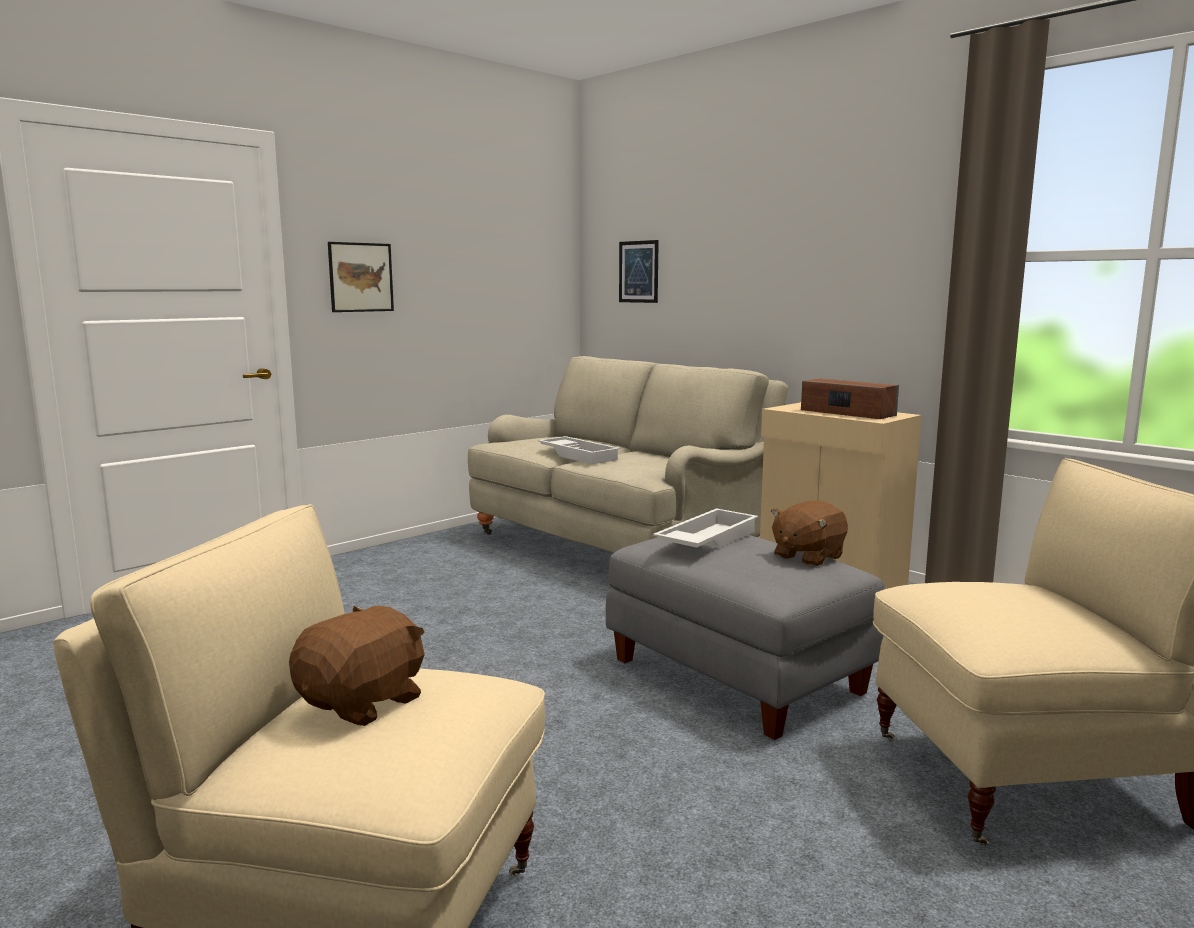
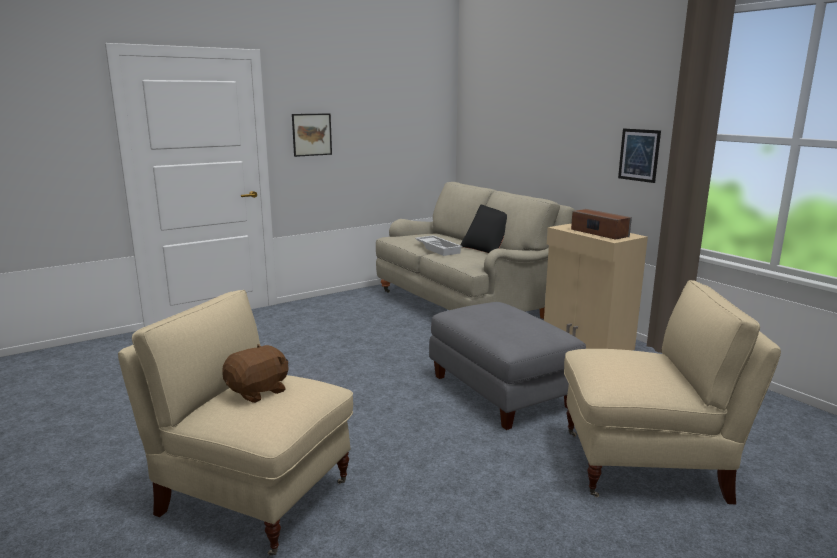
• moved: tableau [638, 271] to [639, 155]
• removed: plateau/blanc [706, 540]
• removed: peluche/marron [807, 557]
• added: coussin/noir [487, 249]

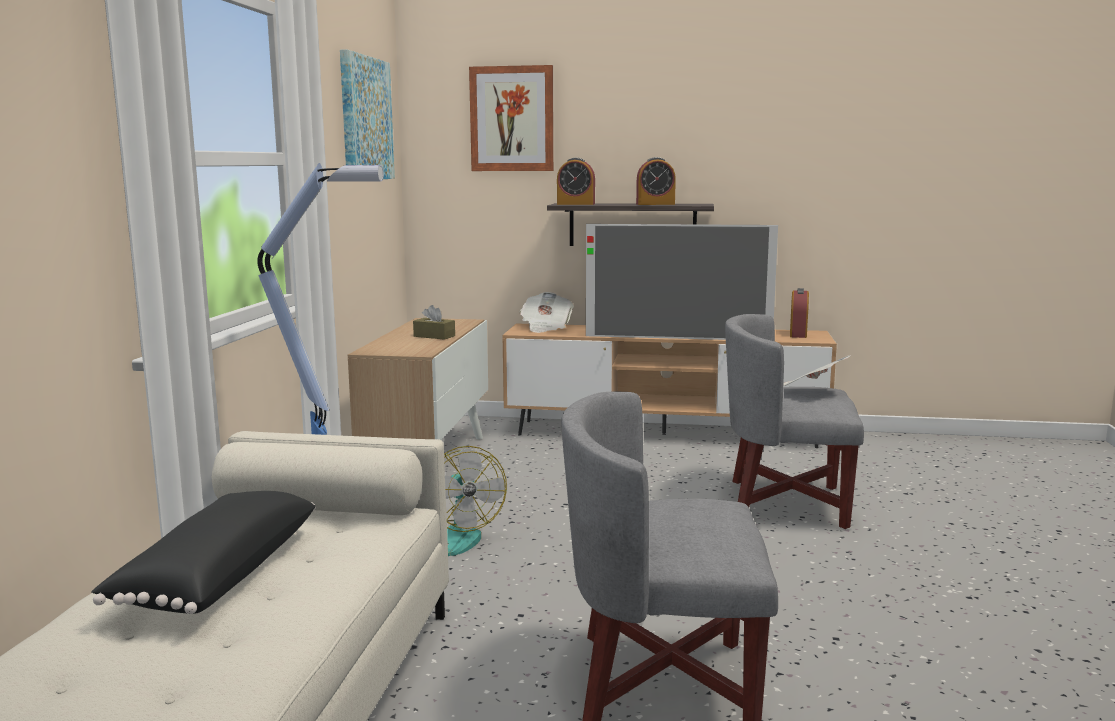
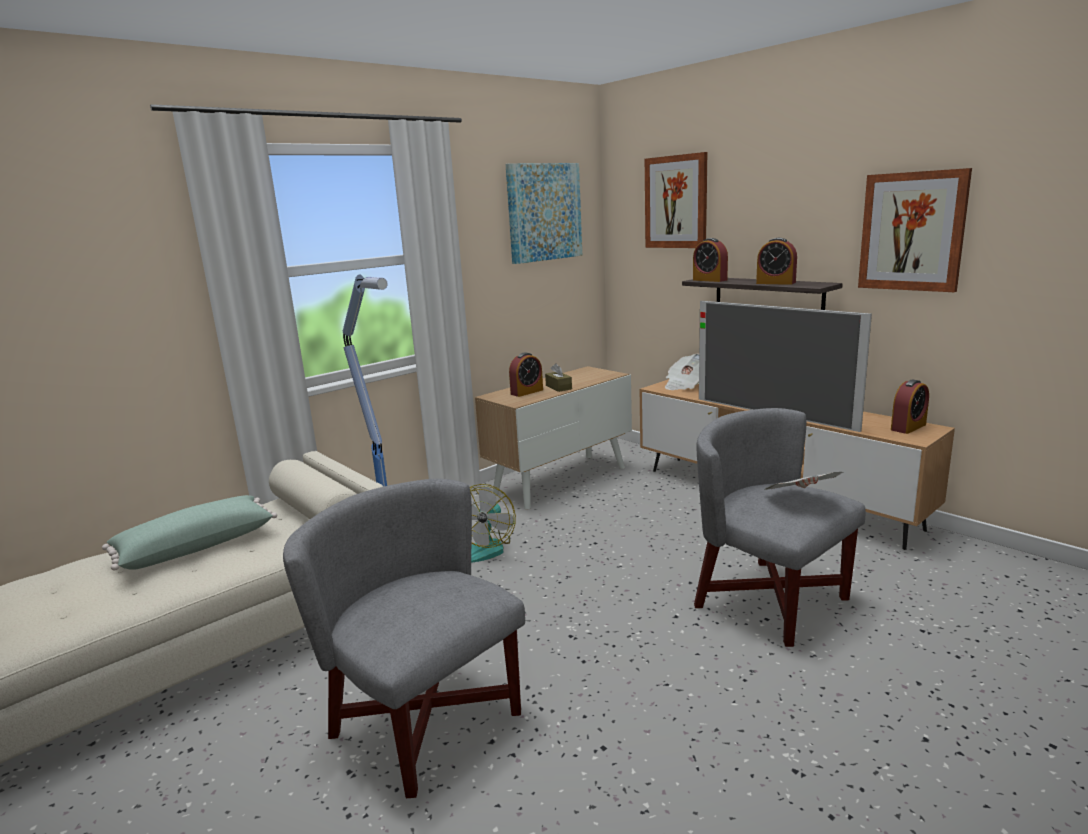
• recoloured: coussin/noir [216, 576] to coussin/vert [196, 546]
• added: réveil [527, 392]
• added: tableau [912, 231]

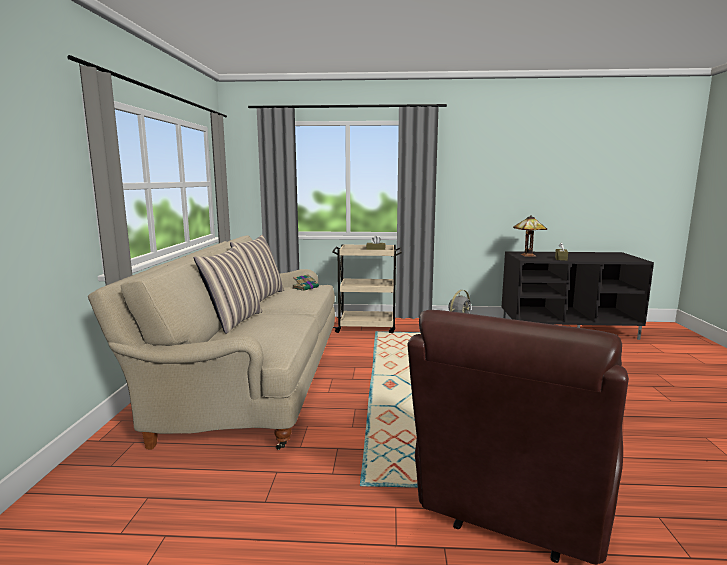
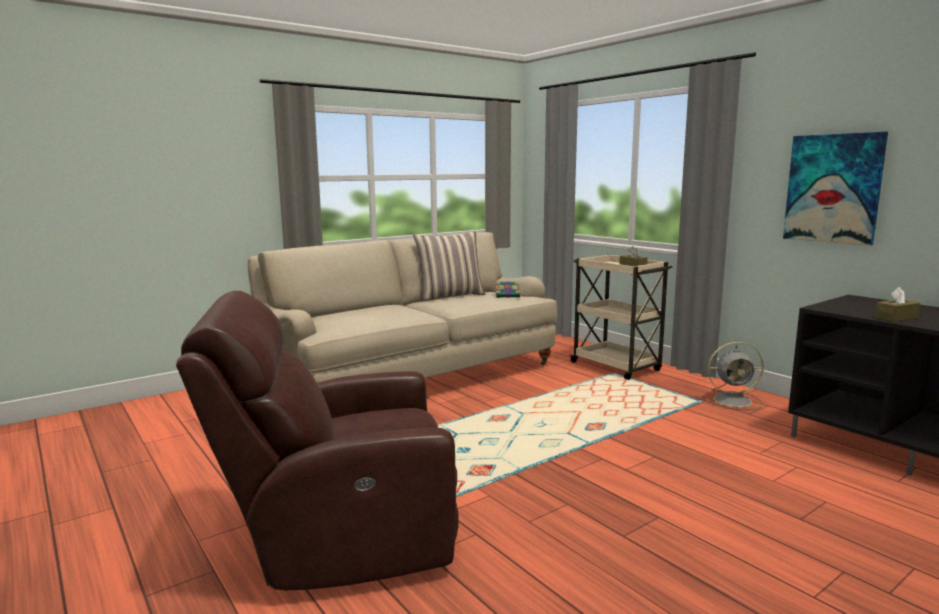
• removed: coussin [233, 321]
• removed: lampe de table [527, 255]
• added: tableau [833, 188]

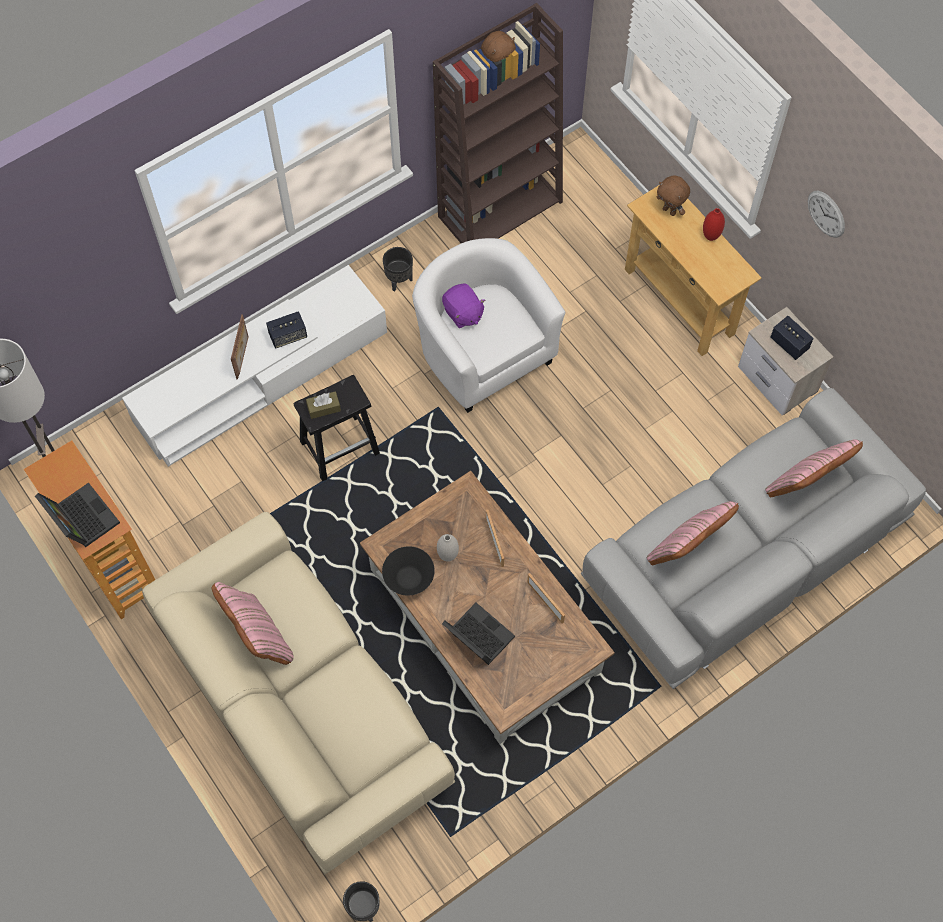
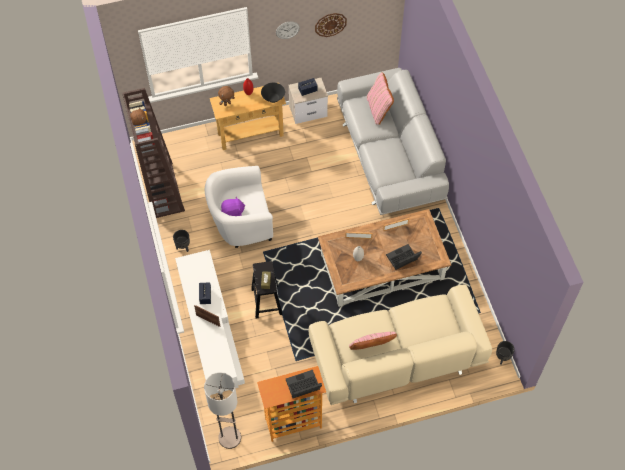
• moved: bol/noir [409, 578] to [273, 98]
• removed: coussin/rose [686, 548]
• added: horloge murale [330, 24]

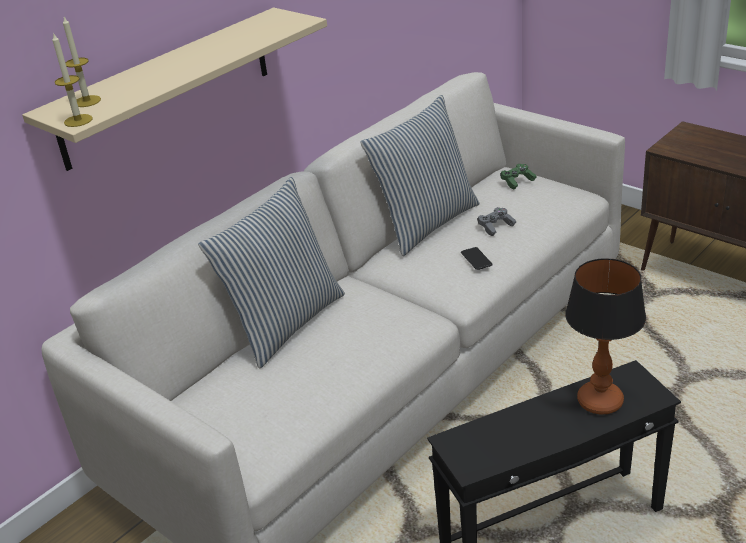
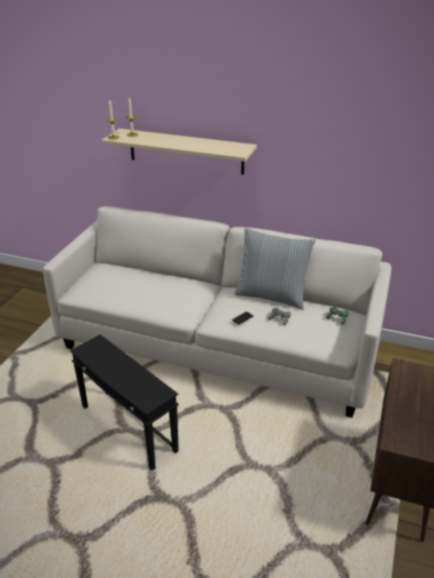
• removed: coussin [285, 323]
• removed: lampe de table [601, 401]

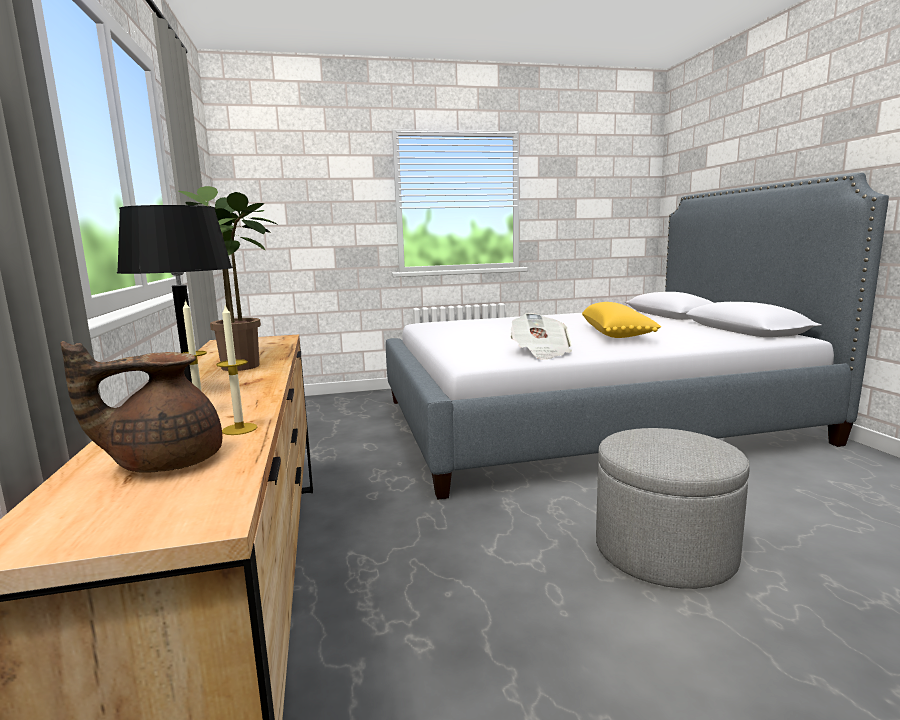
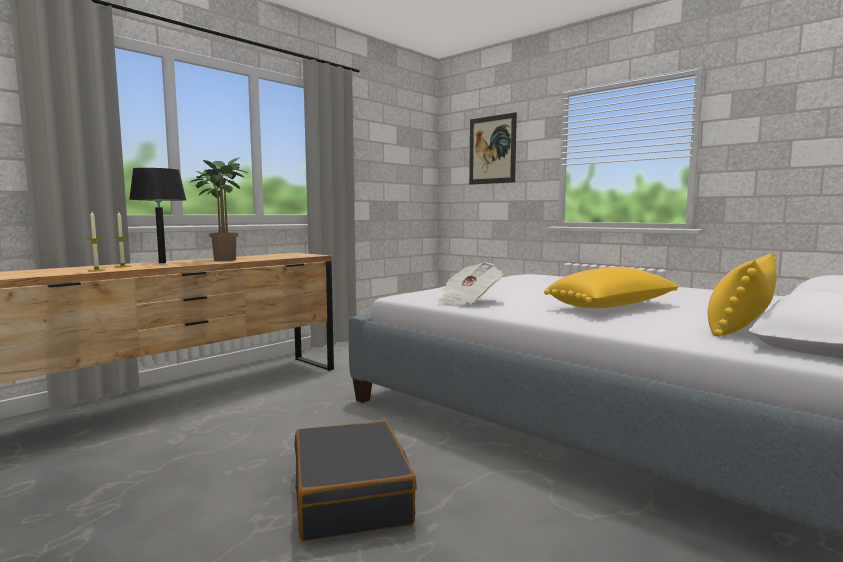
• removed: théière/marron [165, 463]
• replaced: pouf/gris [664, 551] to valise/noir [351, 496]
• added: tableau [492, 150]
• added: coussin/jaune [740, 324]

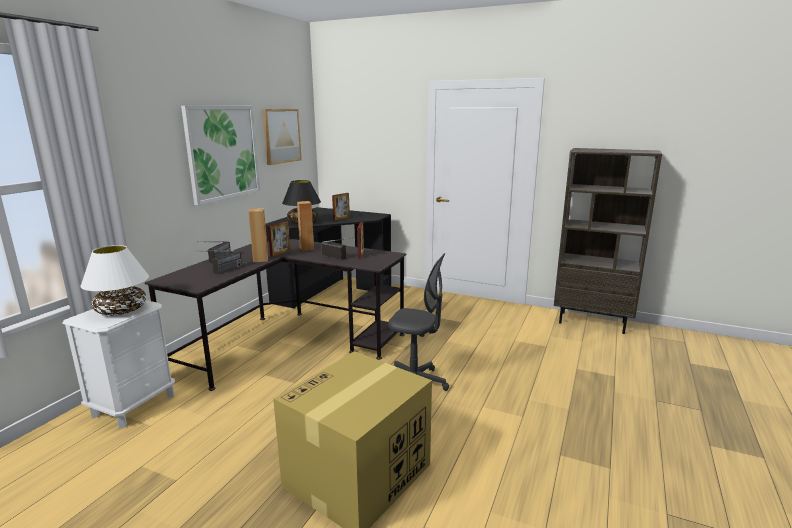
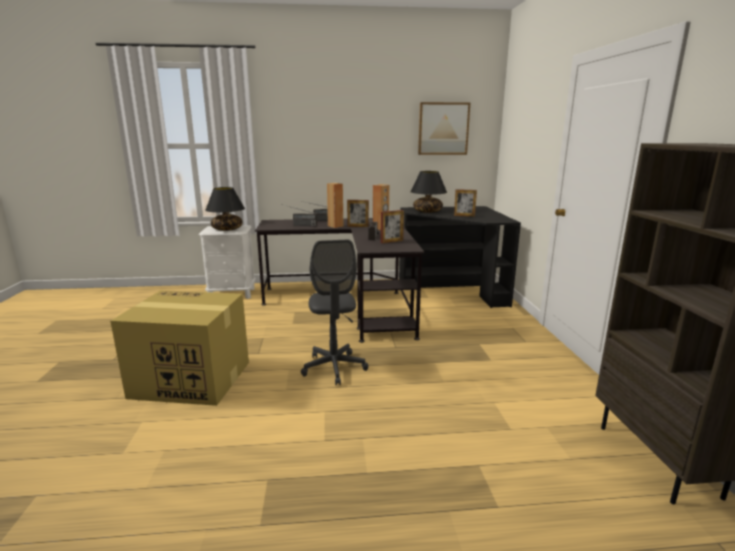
• recoloured: lampe de table/blanc [121, 310] to lampe de table/noir [227, 229]
• removed: tableau [223, 152]

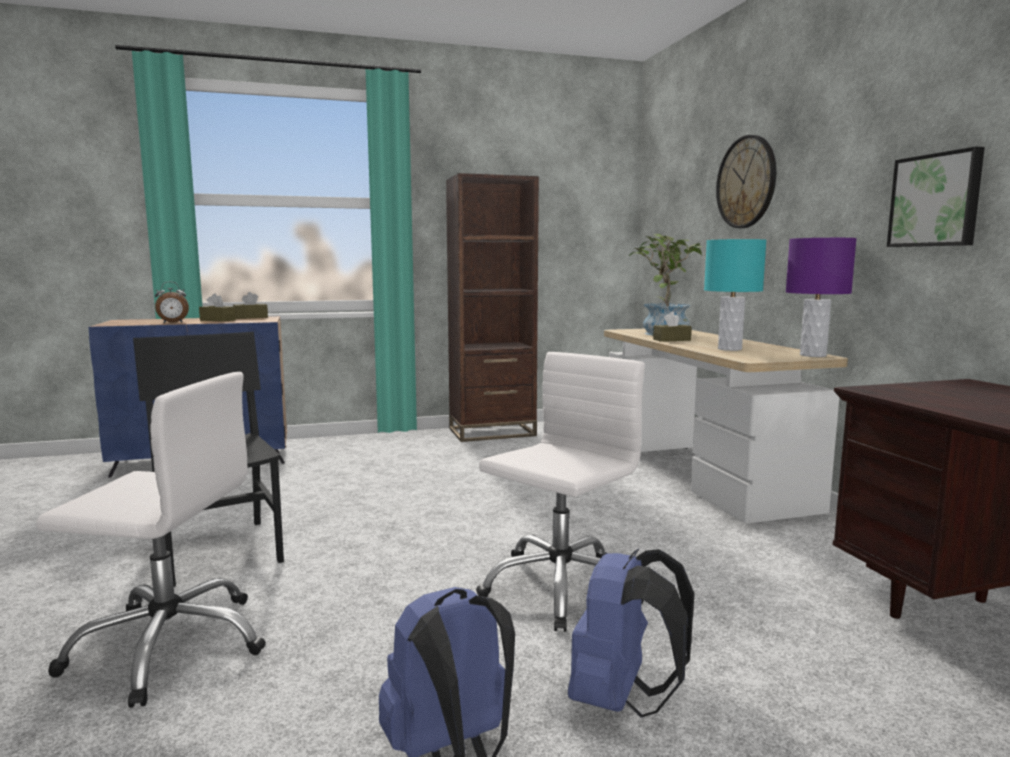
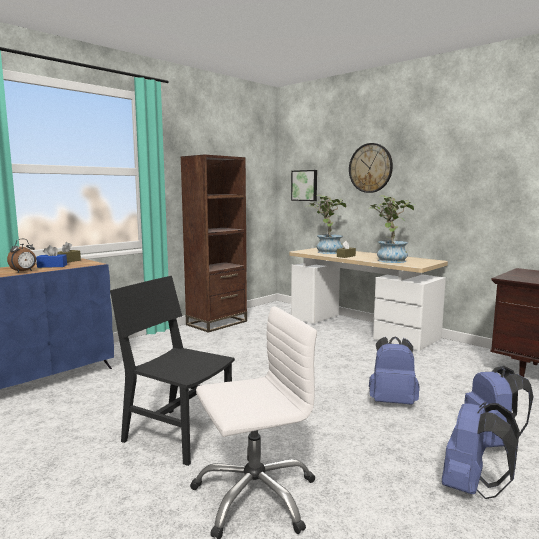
• recoloured: boîte à mouchoirs/marron [218, 320] to boîte à mouchoirs/bleu [52, 266]
• replaced: chaise de bureau/blanc [559, 587] to sac à dos/bleu [392, 401]
• replaced: lampe de table/turquoise [730, 349] to plante en pot [389, 260]
• removed: lampe de table/violet [813, 355]
• moved: tableau [936, 200] to [305, 185]

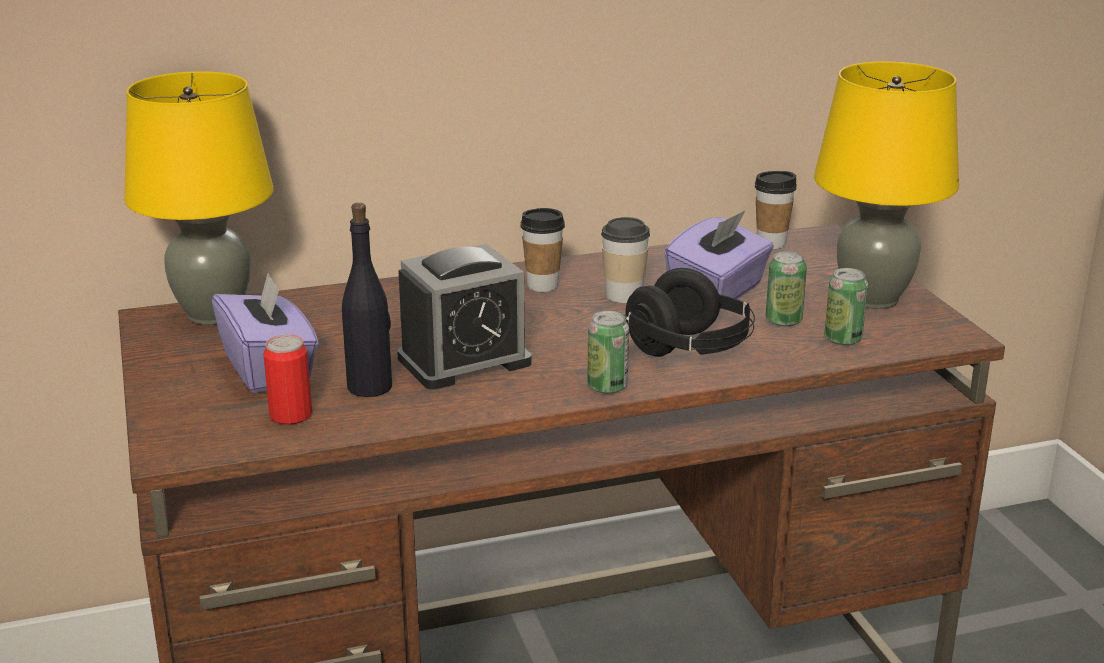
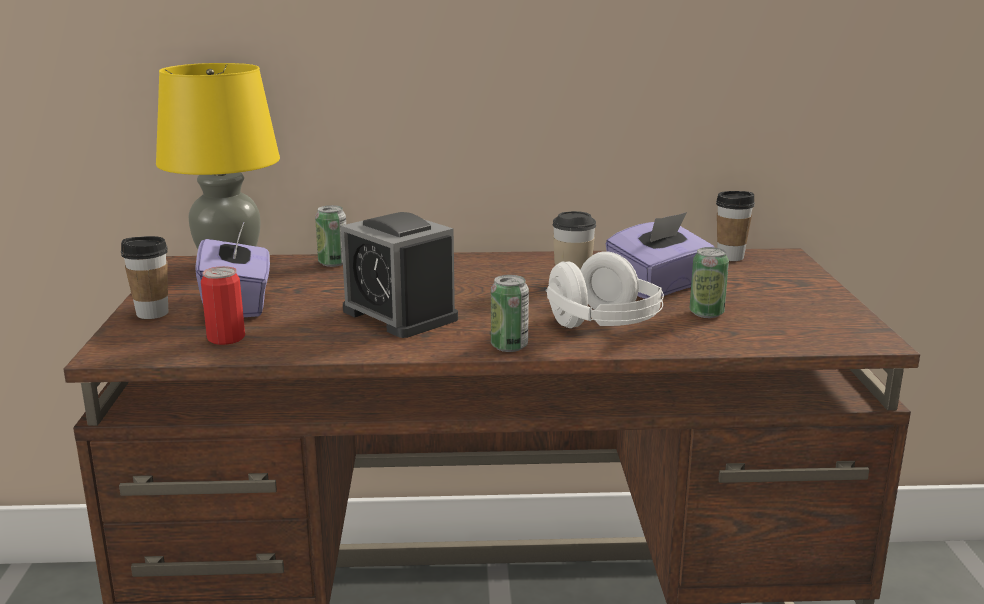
• removed: bouteille/noir [370, 387]
• turned: réveil [464, 361] = [399, 315] 60 degrees clockwise
• moved: tasse [542, 285] to [152, 313]
• recoloured: casque audio/noir [690, 350] to casque audio/blanc [604, 327]
• removed: lampe de table/jaune [873, 299]
• moved: boîte métallique [842, 339] to [333, 263]

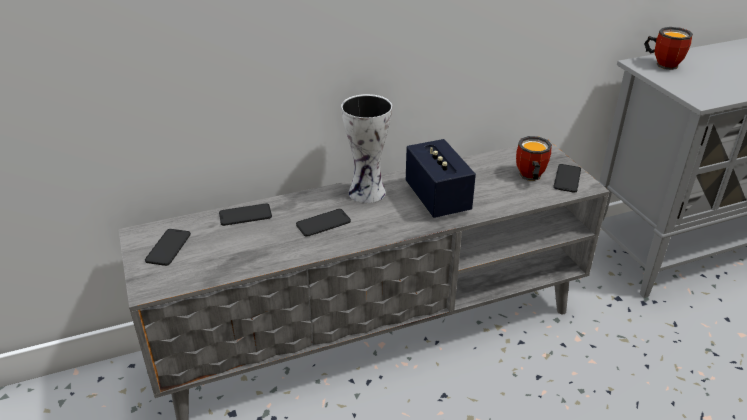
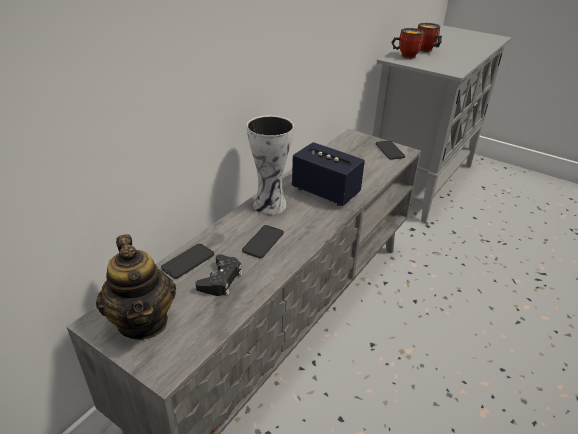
• replaced: téléphone [168, 247] to théière [143, 321]
• moved: mug [529, 177] to [426, 51]
• added: manette/noir [221, 280]

